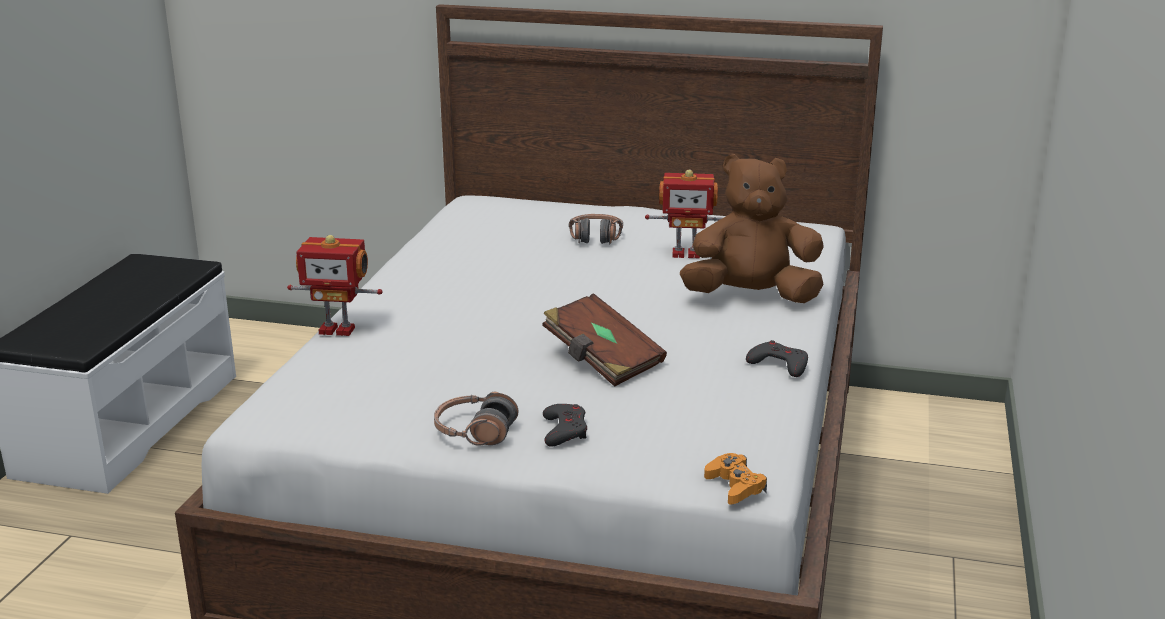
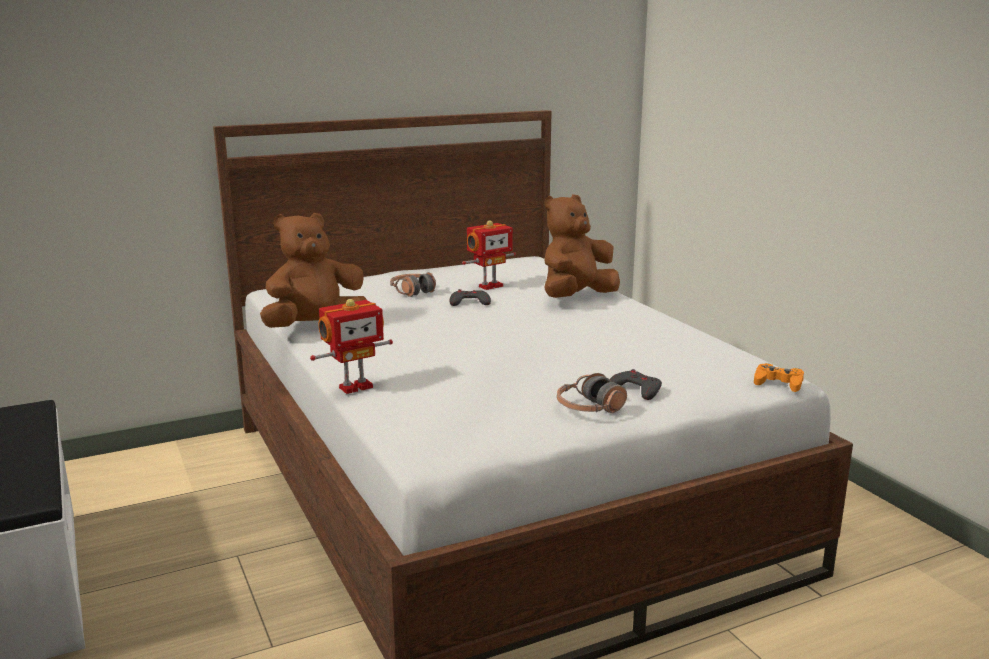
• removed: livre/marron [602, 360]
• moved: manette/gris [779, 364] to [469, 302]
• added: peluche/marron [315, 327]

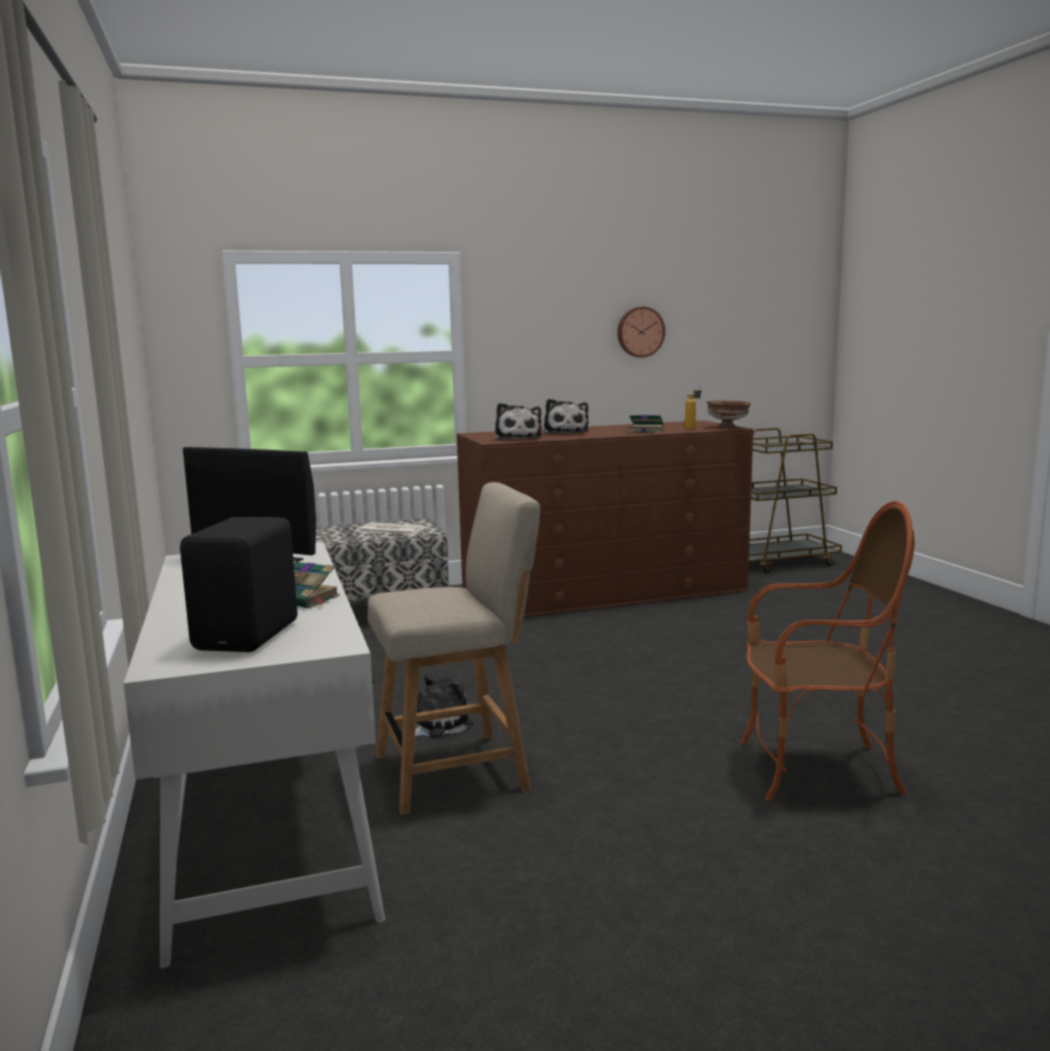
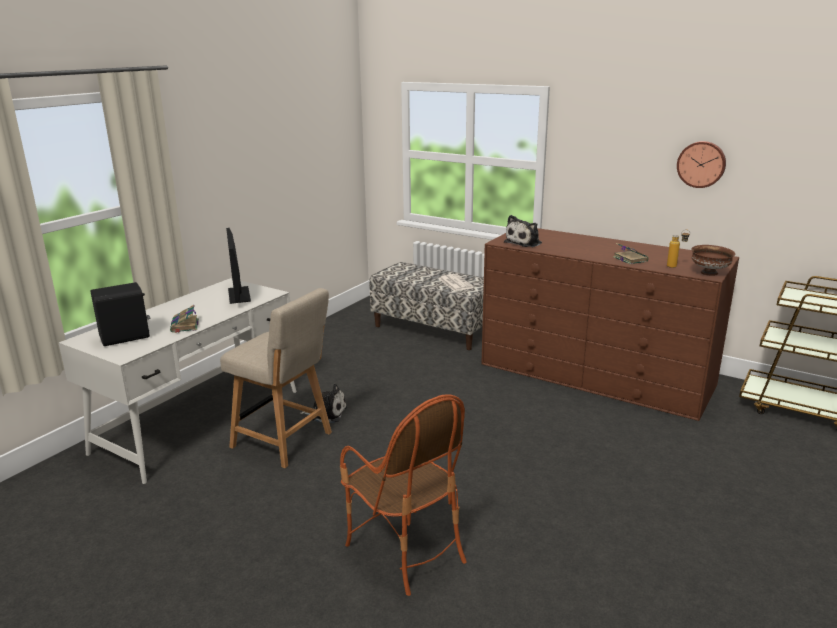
• removed: peluche [565, 432]

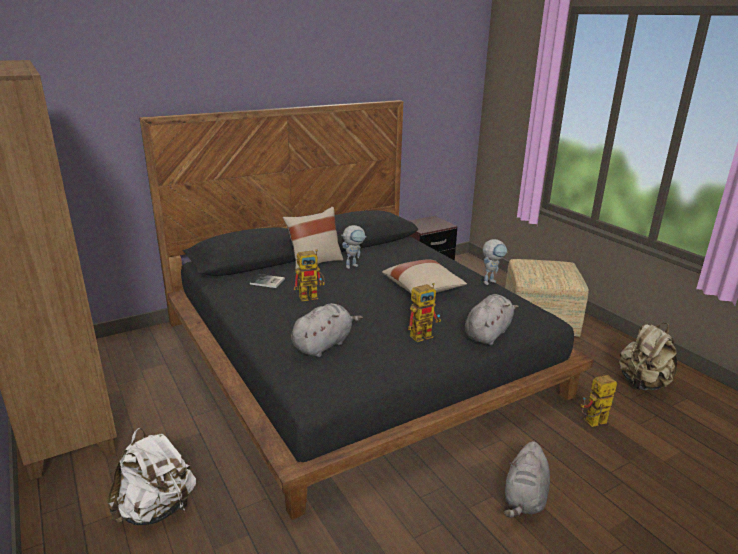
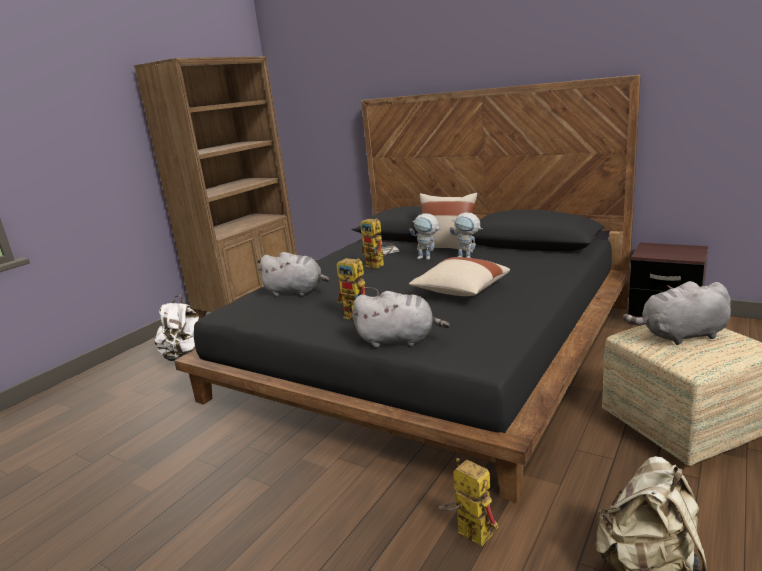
• moved: robot jouet [491, 281] to [428, 258]
• moved: peluche/gris [525, 498] to [680, 336]

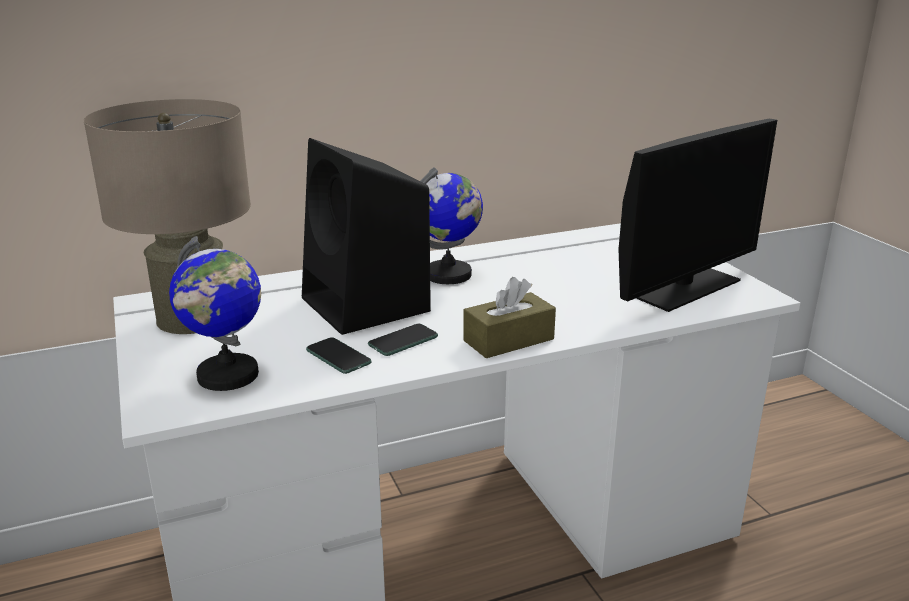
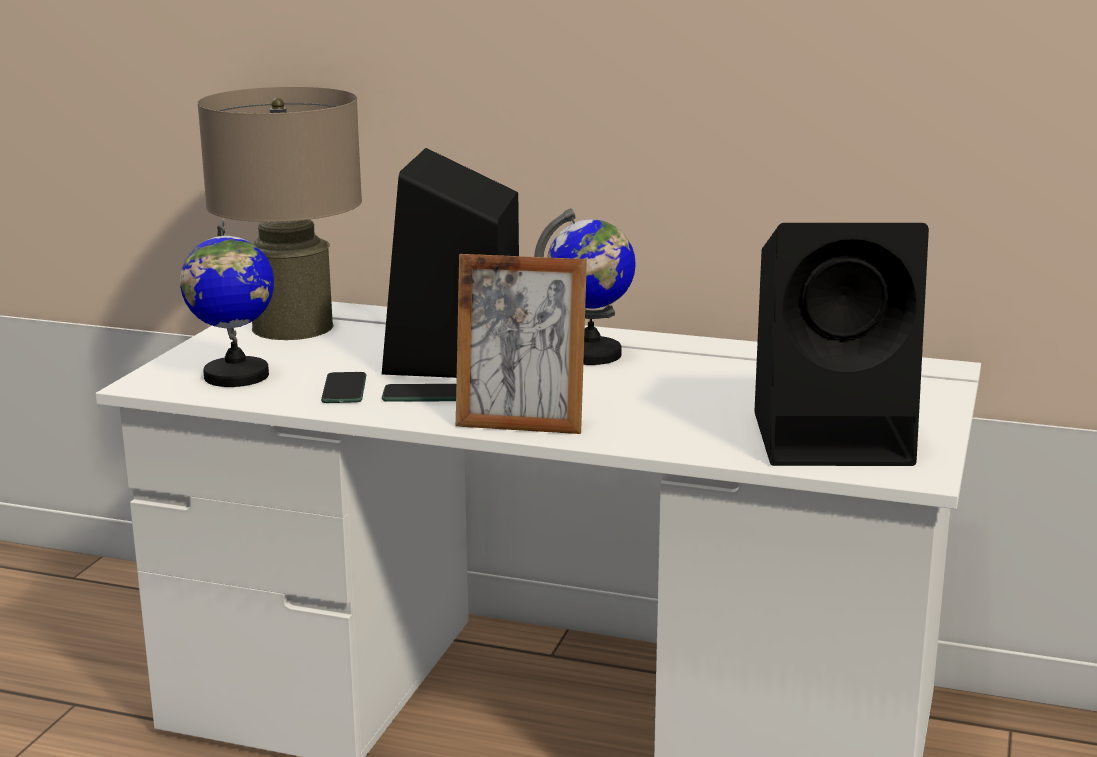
• replaced: boîte à mouchoirs/marron [508, 340] to cadre photo [521, 424]
• replaced: écran d'ordinateur [683, 287] to enceinte/noir [836, 438]

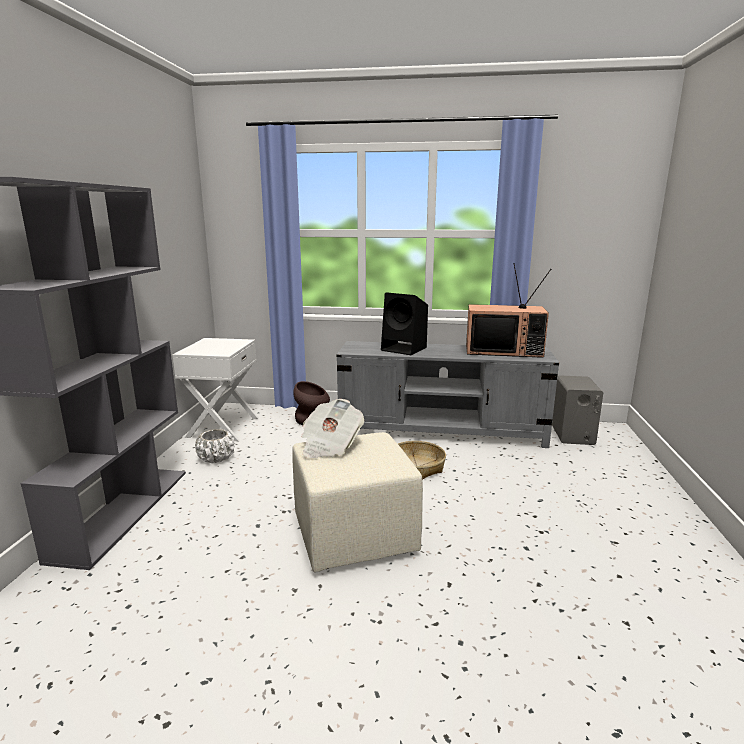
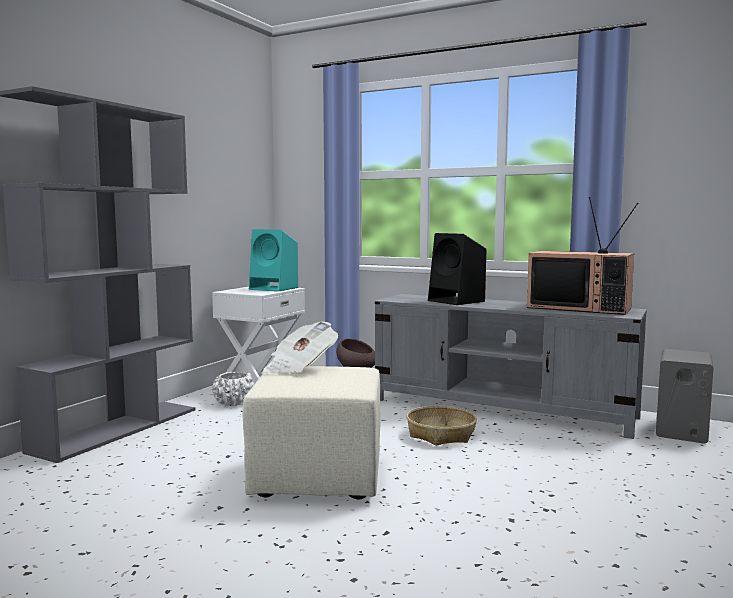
• added: enceinte/turquoise [275, 288]

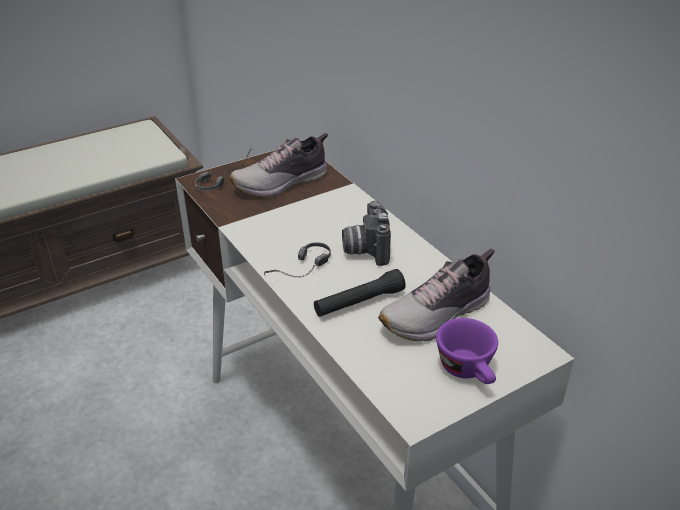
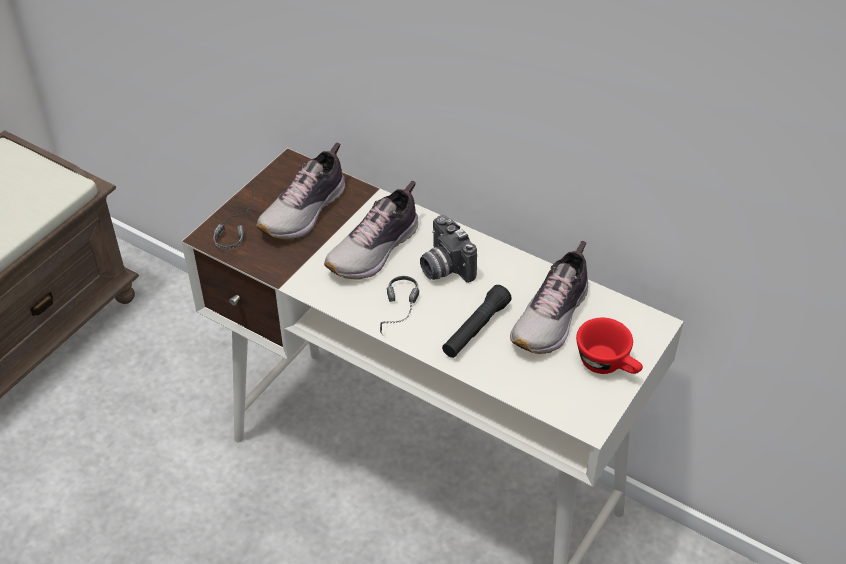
• recoloured: tasse/violet [468, 371] to tasse/rouge [608, 365]
• added: chaussure [375, 250]

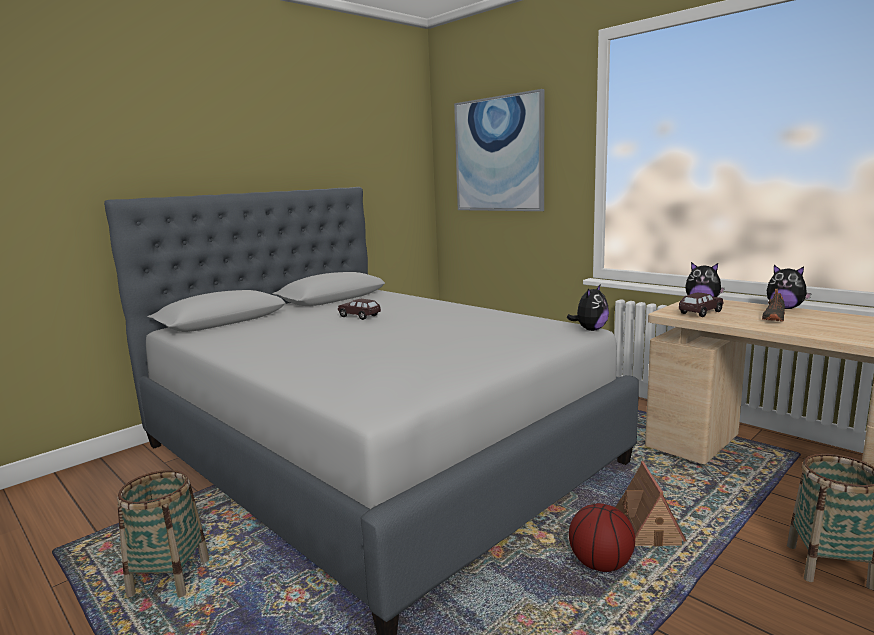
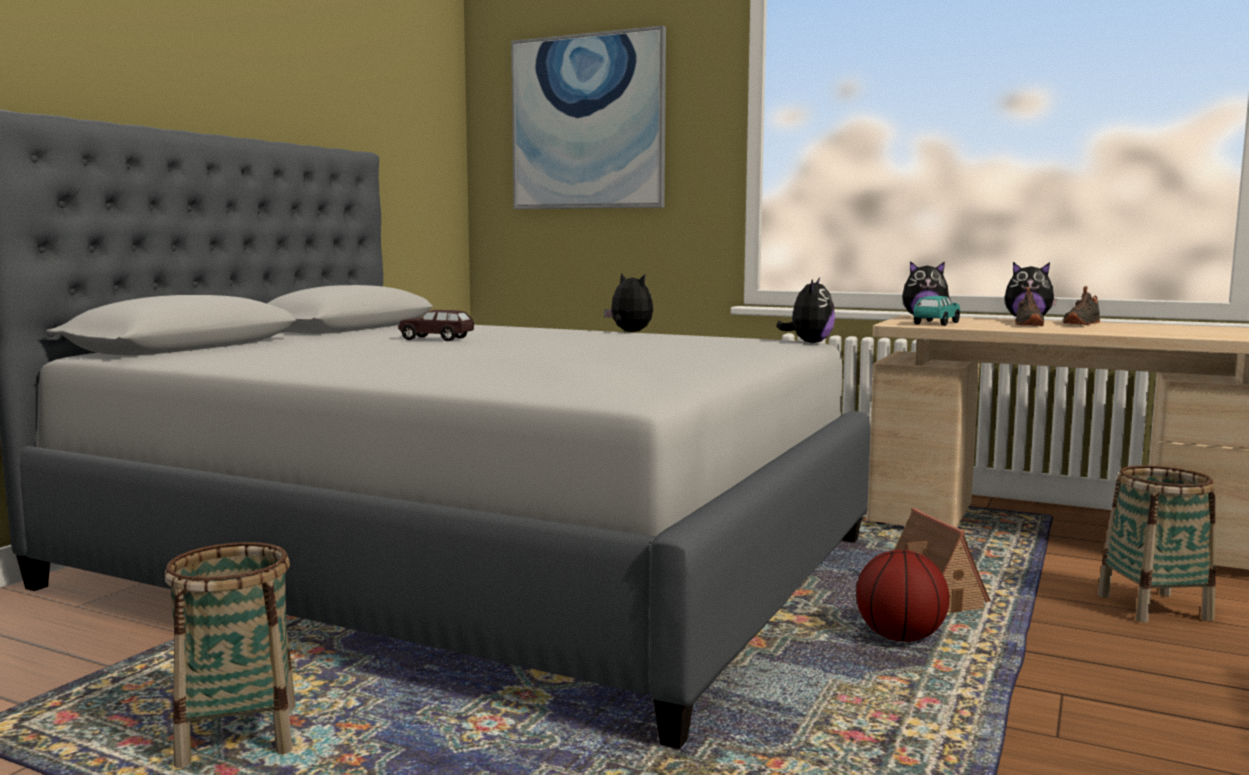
• recoloured: petite voiture/marron [700, 312] to petite voiture/turquoise [936, 323]
• added: peluche [629, 332]
• added: chaussure/noir [1080, 324]

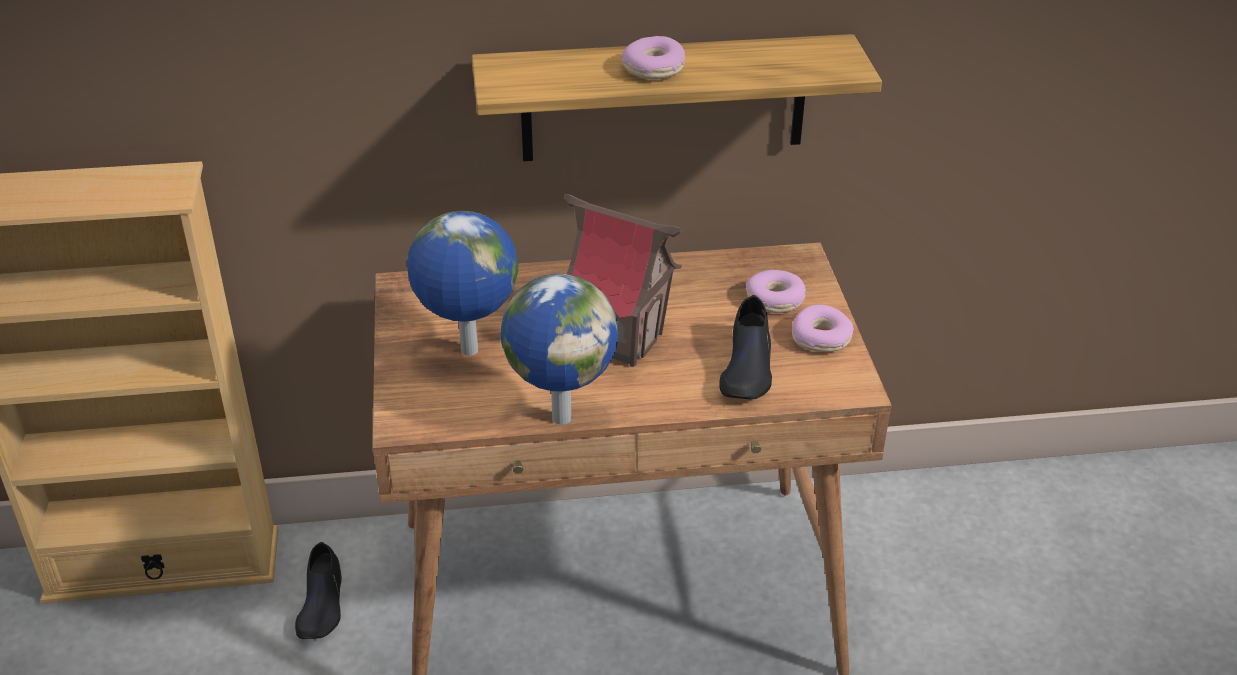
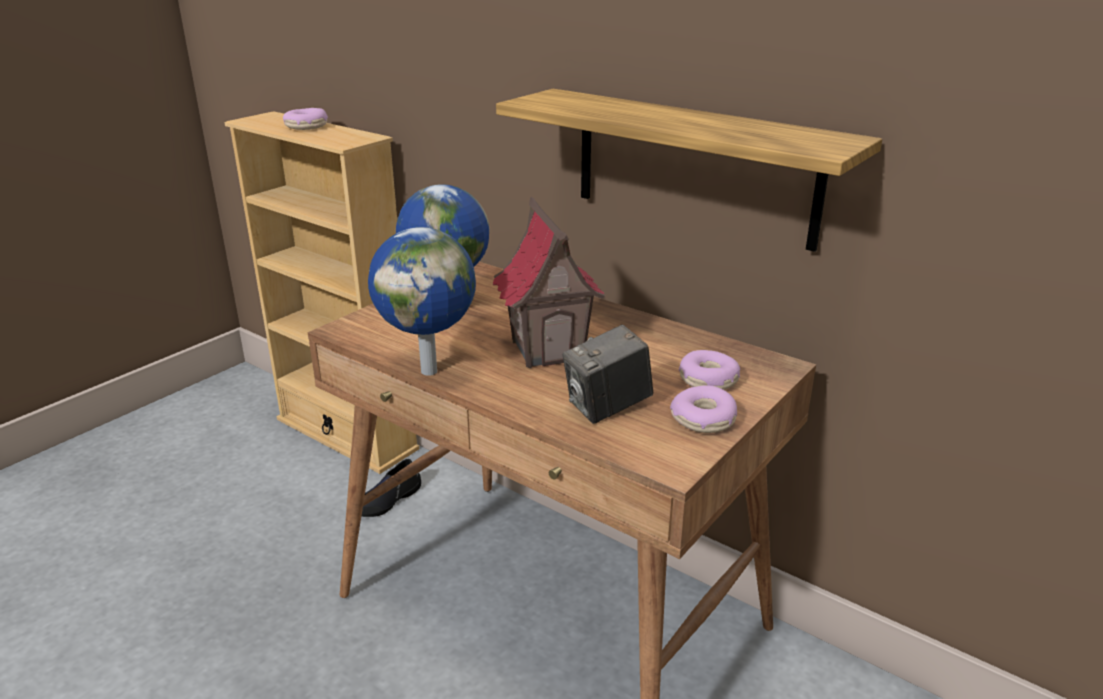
• moved: beignet [654, 69] to [307, 127]
• replaced: chaussure/noir [747, 368] to appareil photo [607, 408]

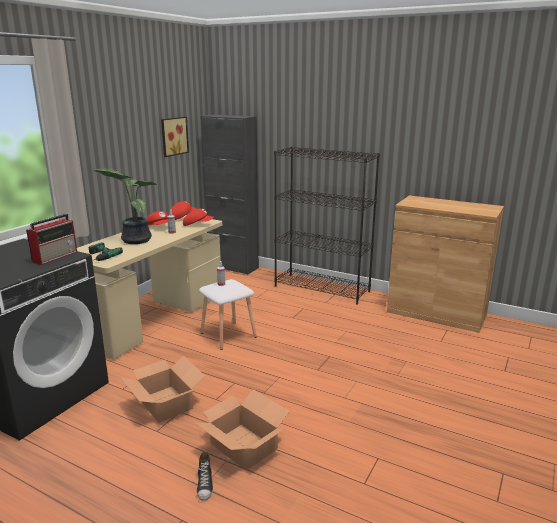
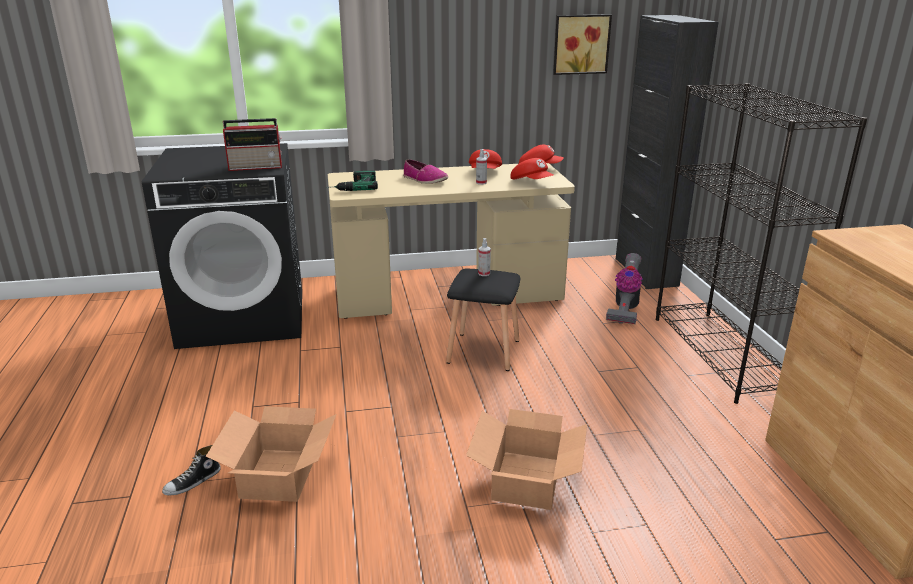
• replaced: plante en pot [135, 240] to chaussure [424, 180]
• moved: carton [166, 403] to [527, 479]
• recoloured: tabouret/blanc [227, 335] to tabouret/noir [482, 351]
• added: aspirateur [625, 308]

